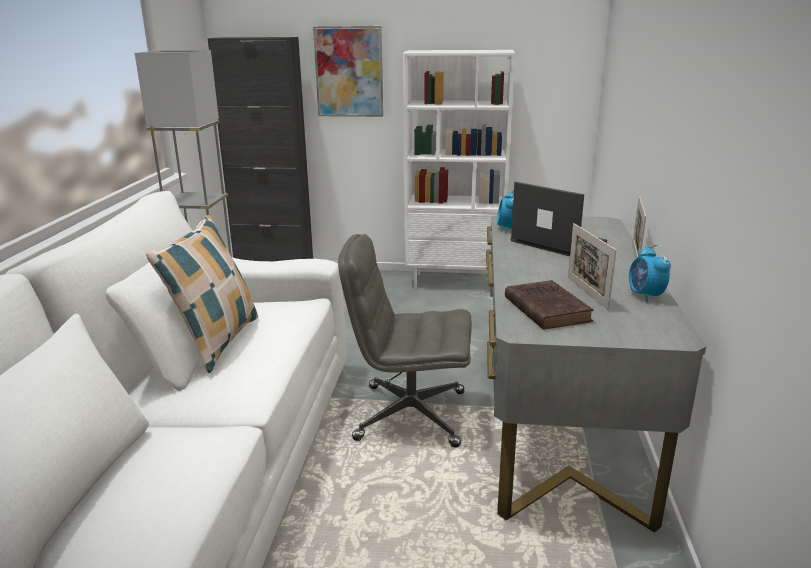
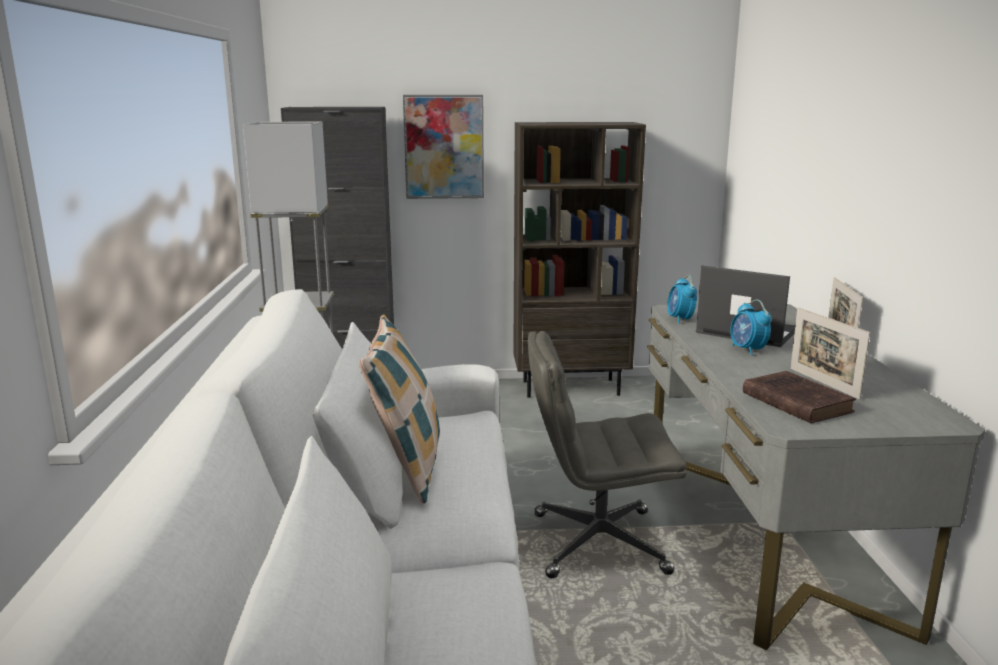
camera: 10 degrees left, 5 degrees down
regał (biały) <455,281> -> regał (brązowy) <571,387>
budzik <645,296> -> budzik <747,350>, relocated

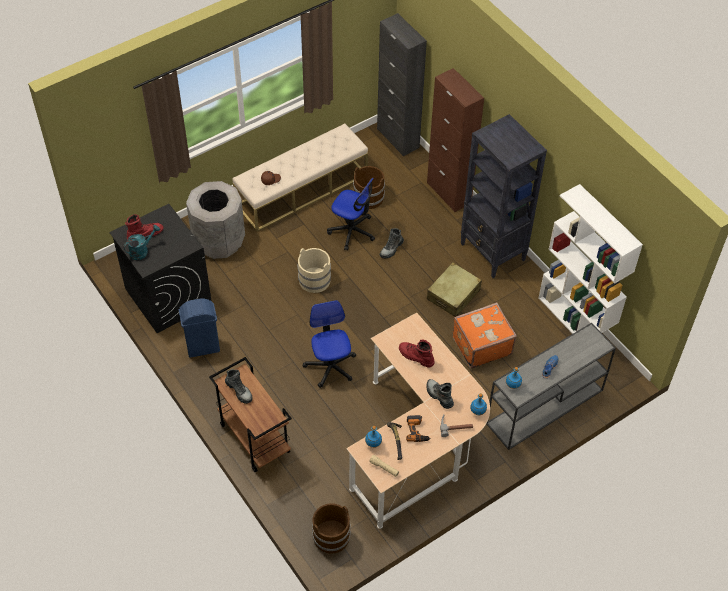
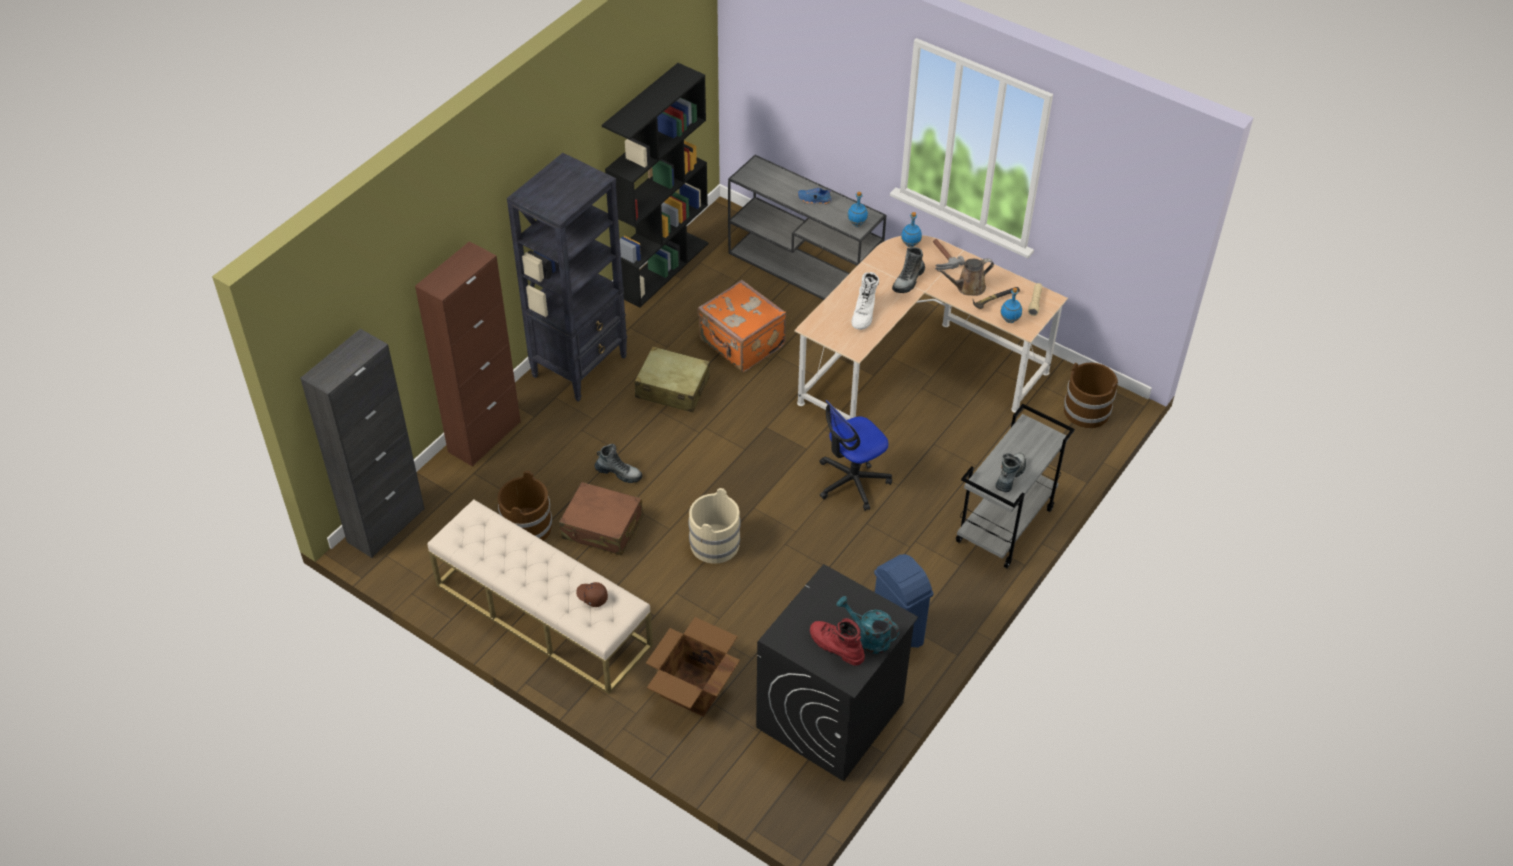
camera: 110 degrees left, 5 degrees down
kosz na śmieci (szary) <219,241> -> karton <693,689>
wózek (brązowy) <254,438> -> wózek (szary) <1005,526>
krzesło biurowe <352,231> -> walizka (brązowy) <602,527>
but z cholewką (czerwony) <415,357> -> but z cholewką (biały) <864,314>
wiertarka <417,431> -> konewka (brązowy) <968,287>
regał (biały) <575,321> -> regał (czarny) <662,268>

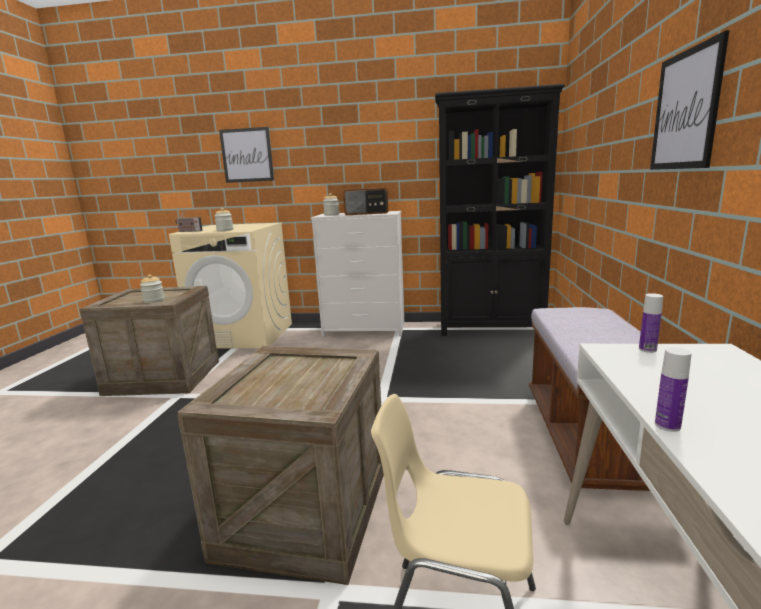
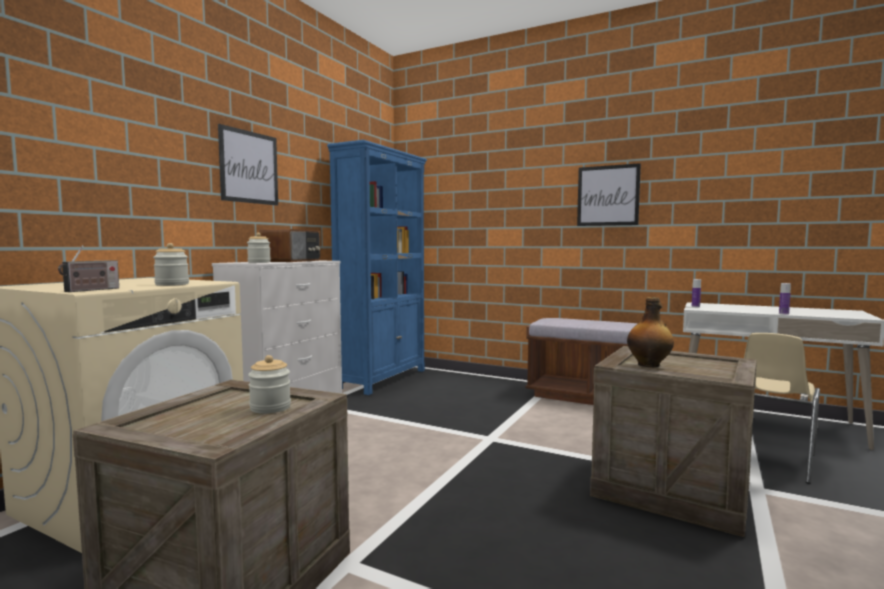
camera: 70 degrees left, 10 degrees down
obraz <247,155> -> obraz <249,167>, relocated
regał (czarny) <491,329> -> regał (niebieski) <383,379>
none -> butelka <649,365>

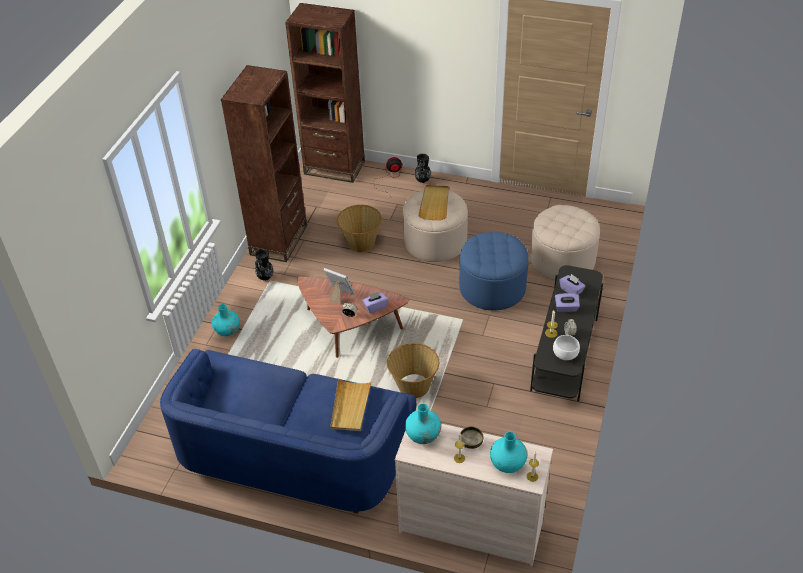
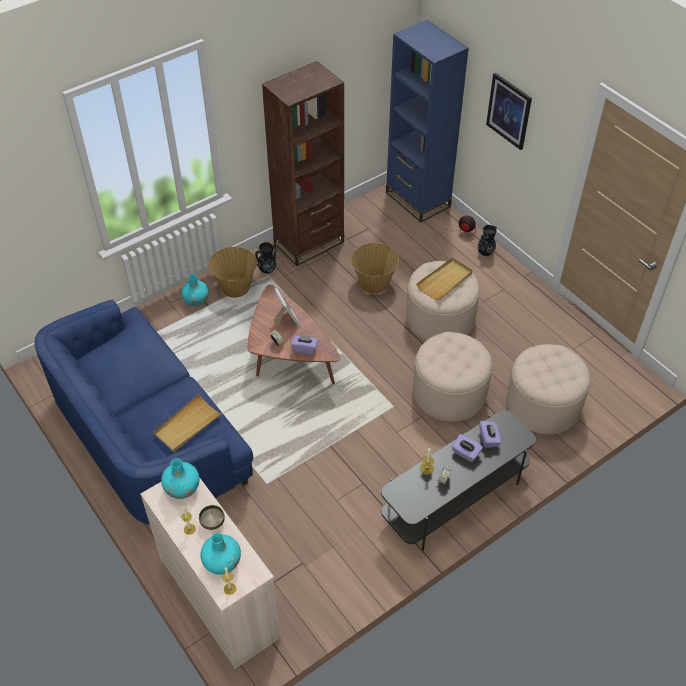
camera: 35 degrees right, 5 degrees up
regał (brązowy) <334,167> -> regał (niebieski) <417,199>
koszyk <413,386> -> koszyk <235,287>, relocated
pufa (niebieski) <492,288> -> pufa (beżowy) <449,393>
miska (biały) <565,355> -> none
none -> obraz <509,111>

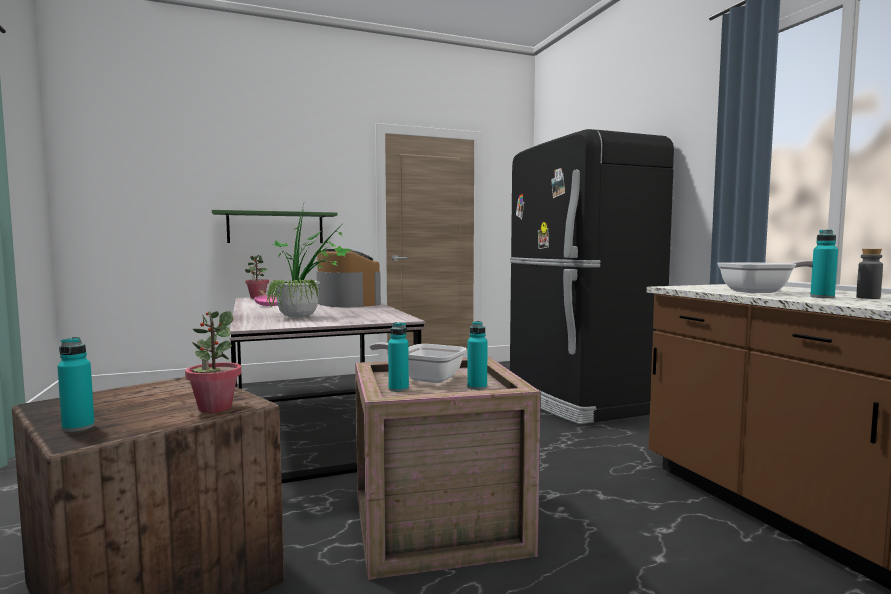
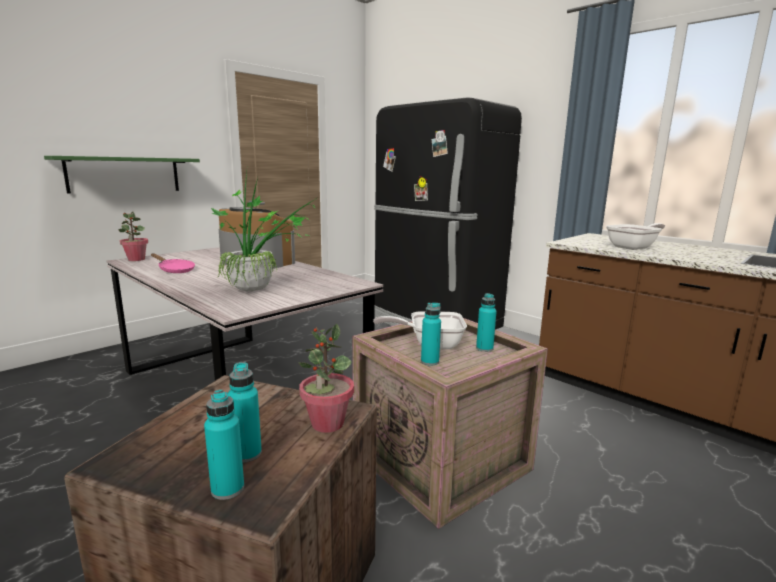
camera: 25 degrees left, 10 degrees up
butelka (turkusowy) <822,297> -> butelka (turkusowy) <247,454>, relocated
butelka (szary) <868,298> -> none

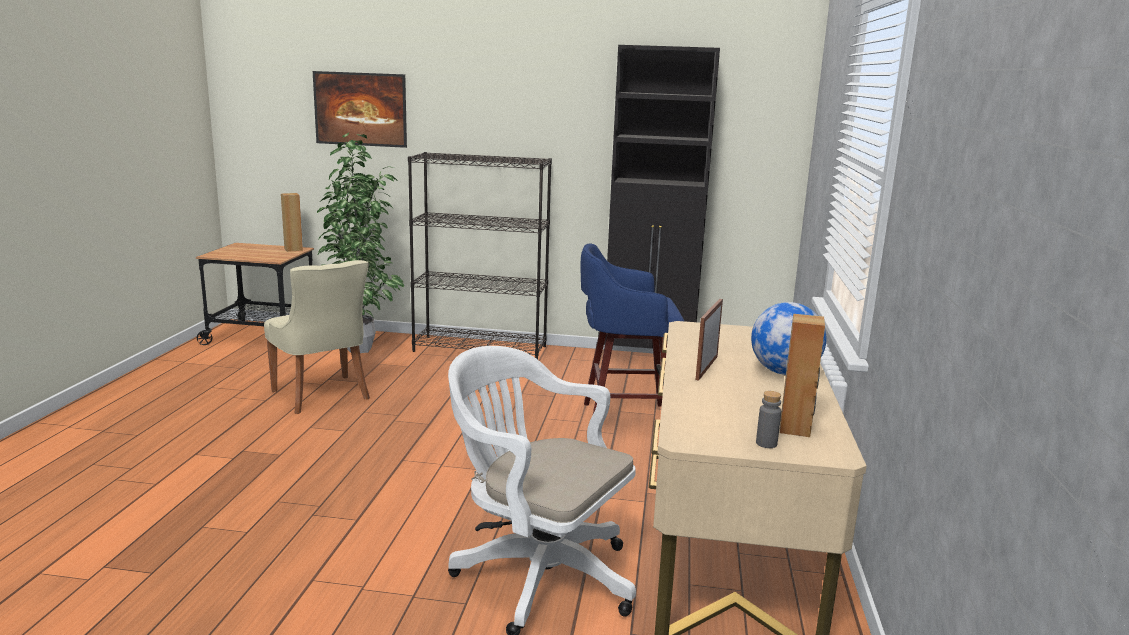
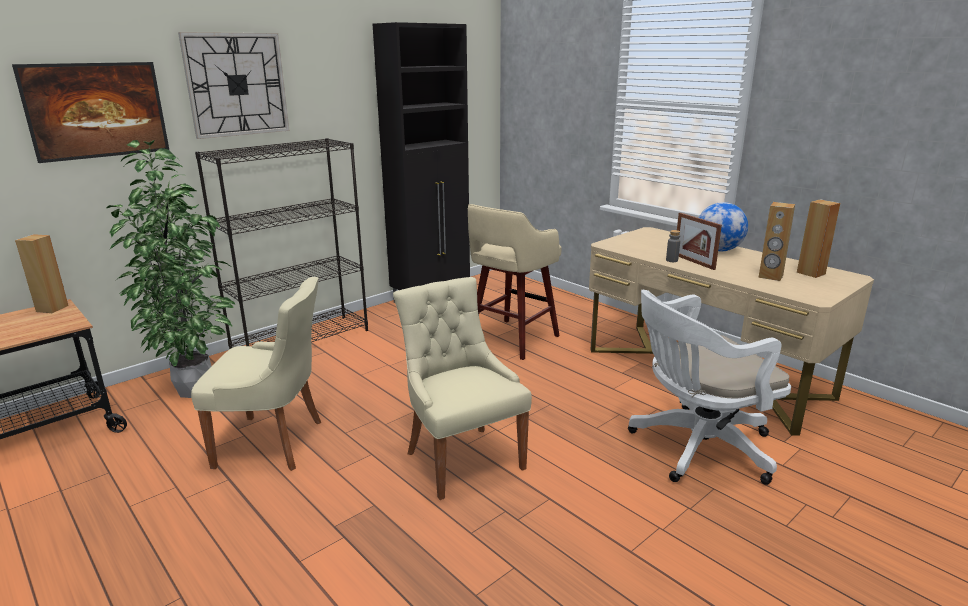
camera: 50 degrees left, 5 degrees up
stołek (niebieski) <623,420> -> stołek (beżowy) <511,340>
butelka (szary) <766,443> -> butelka (szary) <671,260>, relocated
none -> zegar ścienny <237,85>
none -> krzesło (beżowy) <462,458>
none -> głośnik (brązowy) <770,276>

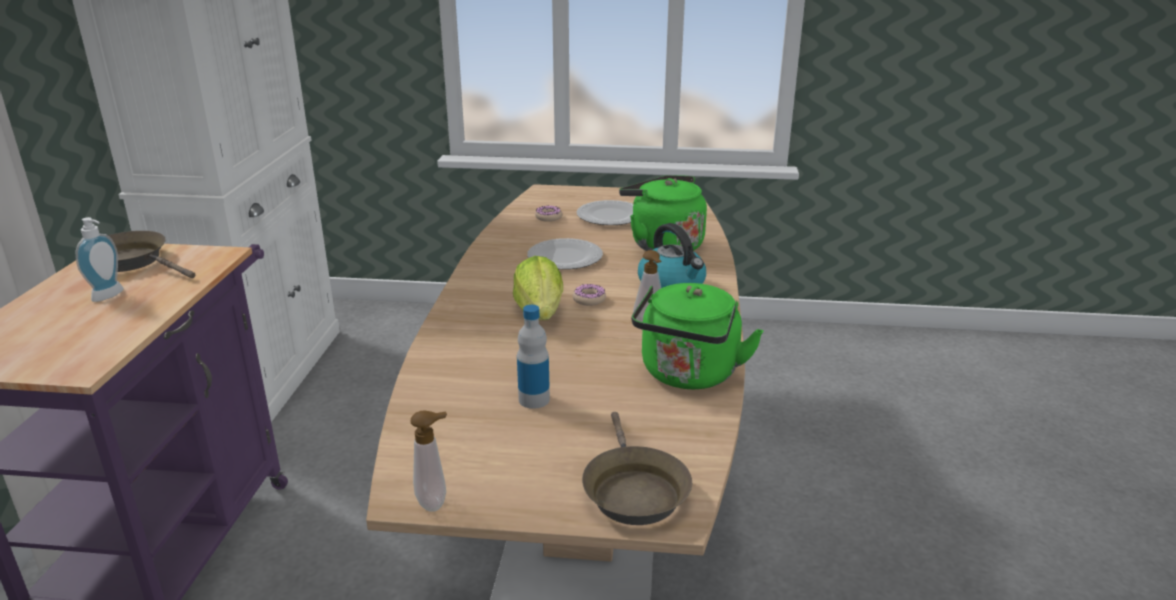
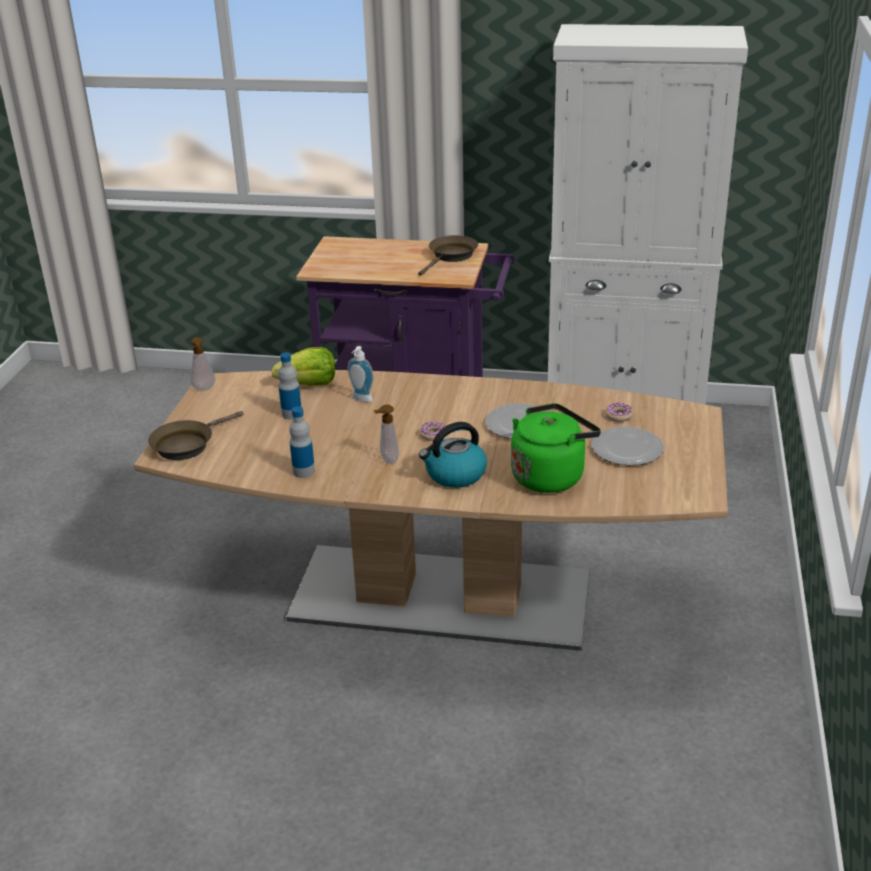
camera: 95 degrees right, 5 degrees up
dozownik mydła <110,296> -> dozownik mydła <360,399>, relocated
sałata <540,313> -> sałata <309,385>, relocated
patelnia (brązowy) <633,490> -> patelnia (brązowy) <187,445>, 45 degrees counterclockwise
czajnik (zielony) <688,375> -> butelka <303,471>

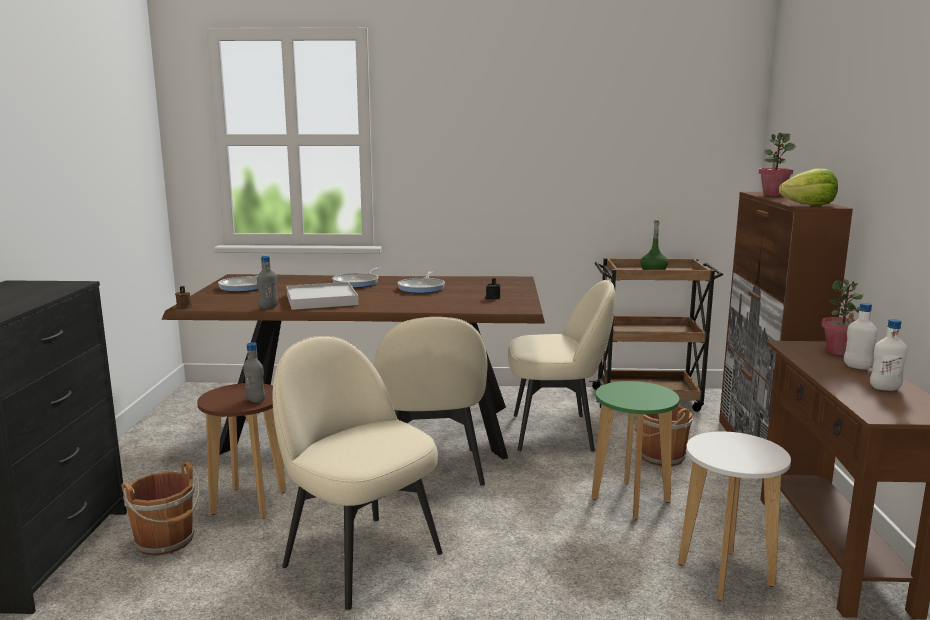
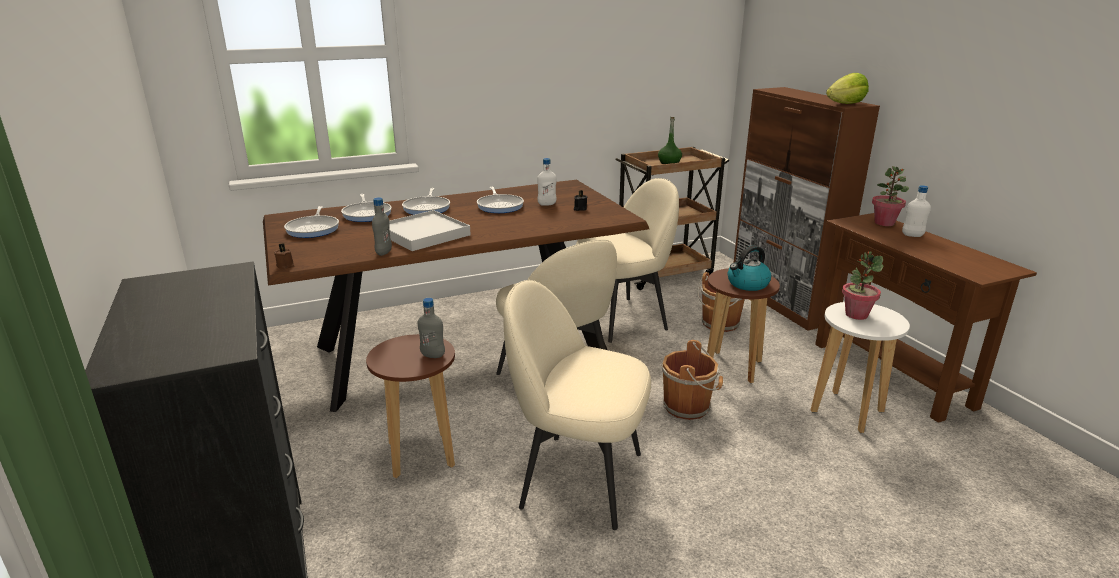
camera: 25 degrees left, 10 degrees up
wiadro (brązowy) <167,541> -> wiadro (brązowy) <689,407>, relocated
stołek (zielony) <630,500> -> stołek (brązowy) <733,367>
roślina doniczkowa <773,194> -> roślina doniczkowa <856,315>, relocated
butelka (biały) <885,388> -> butelka (biały) <547,204>, relocated
none -> patelnia <367,214>
none -> czajnik <747,284>

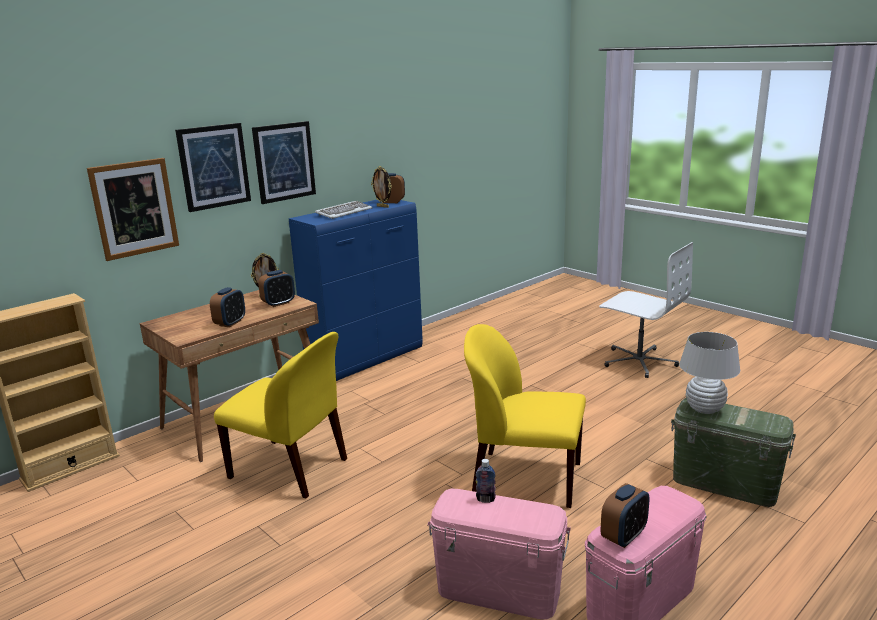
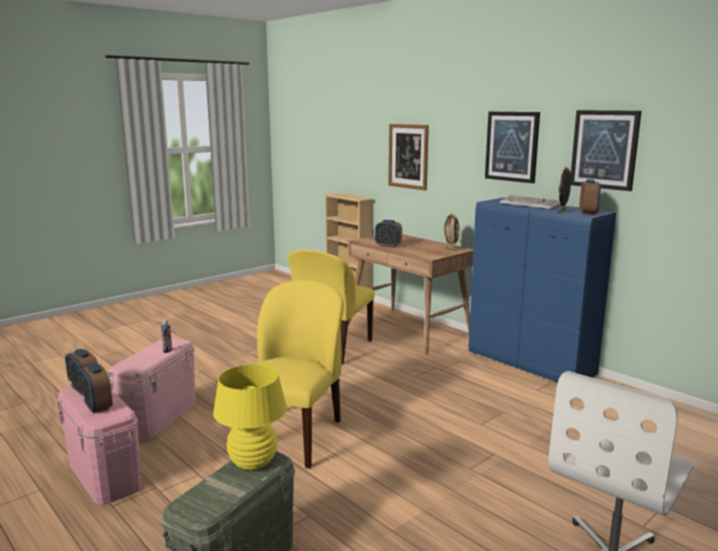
camera: 90 degrees right, 5 degrees down
obraz <214,166> -> obraz <604,149>, relocated
budzik <278,303> -> budzik <97,406>, relocated
lampa stołowa (biały) <704,409> -> lampa stołowa (żółty) <253,463>

